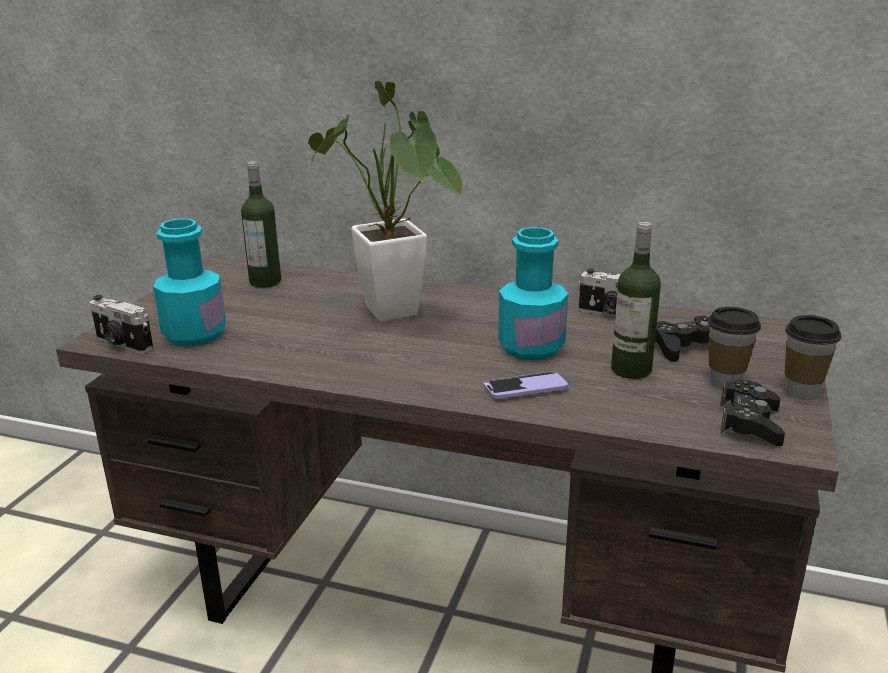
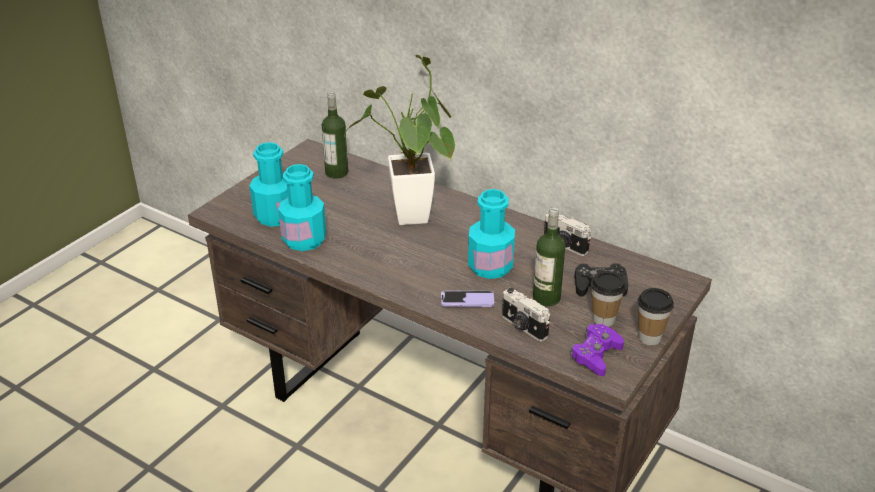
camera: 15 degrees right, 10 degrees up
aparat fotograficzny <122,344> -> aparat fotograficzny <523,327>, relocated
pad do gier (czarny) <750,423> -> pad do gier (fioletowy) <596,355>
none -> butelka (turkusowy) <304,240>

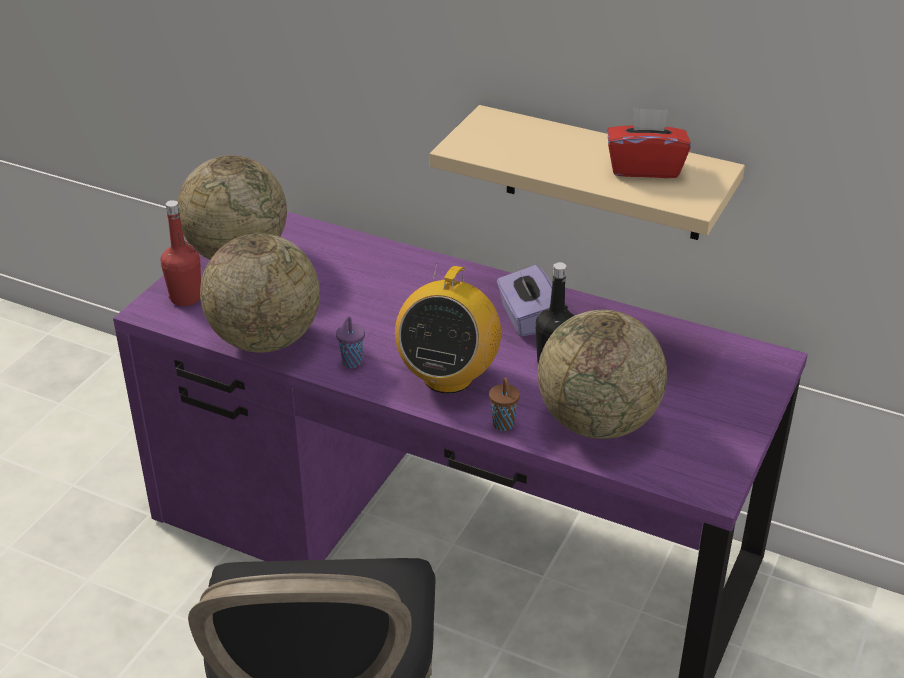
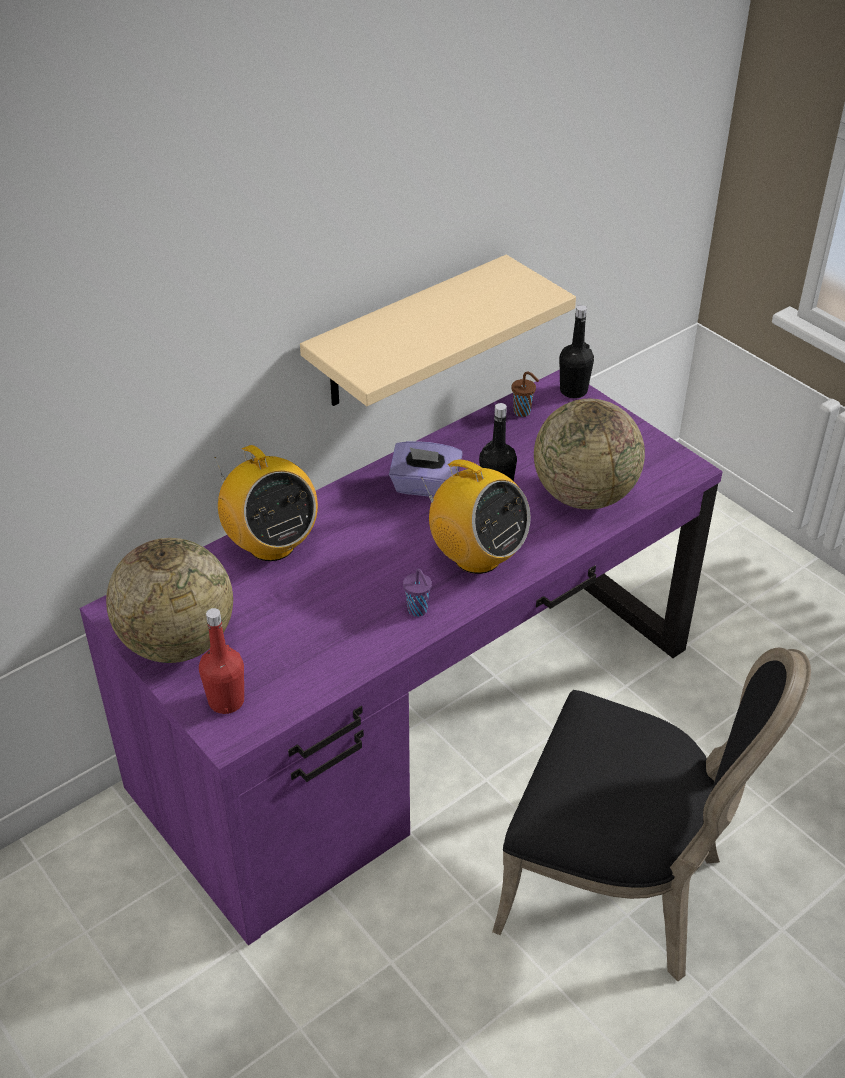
camera: 65 degrees left, 5 degrees up
globus <265,340> -> none
filiżanka (brązowy) <503,425> -> filiżanka (brązowy) <523,412>, relocated
pudełko chusteczek (czerwony) <644,168> -> none
none -> radio <271,545>
none -> butelka (czarny) <573,391>

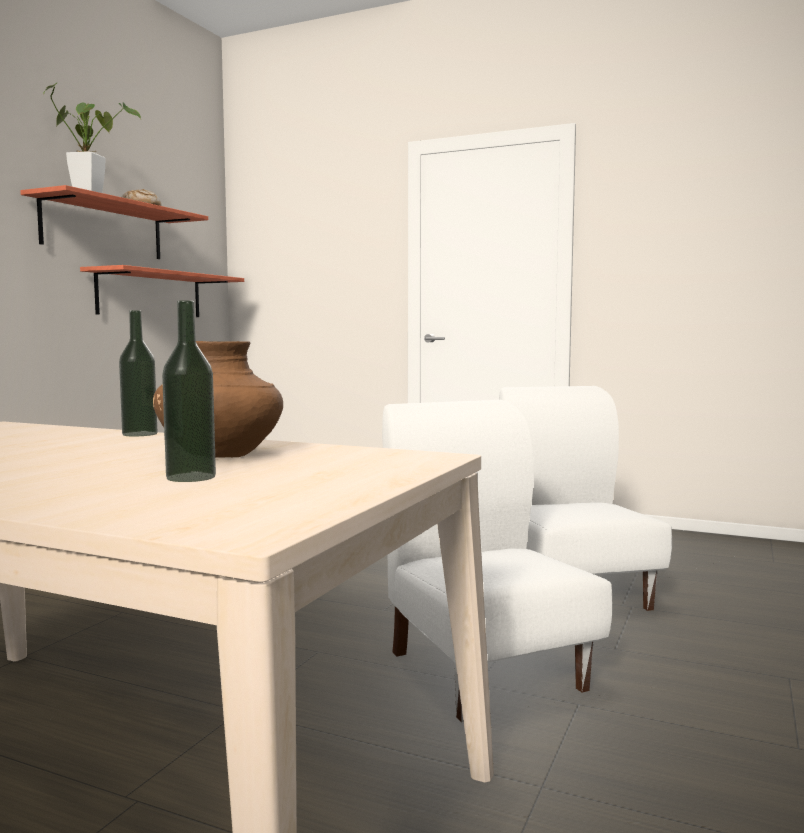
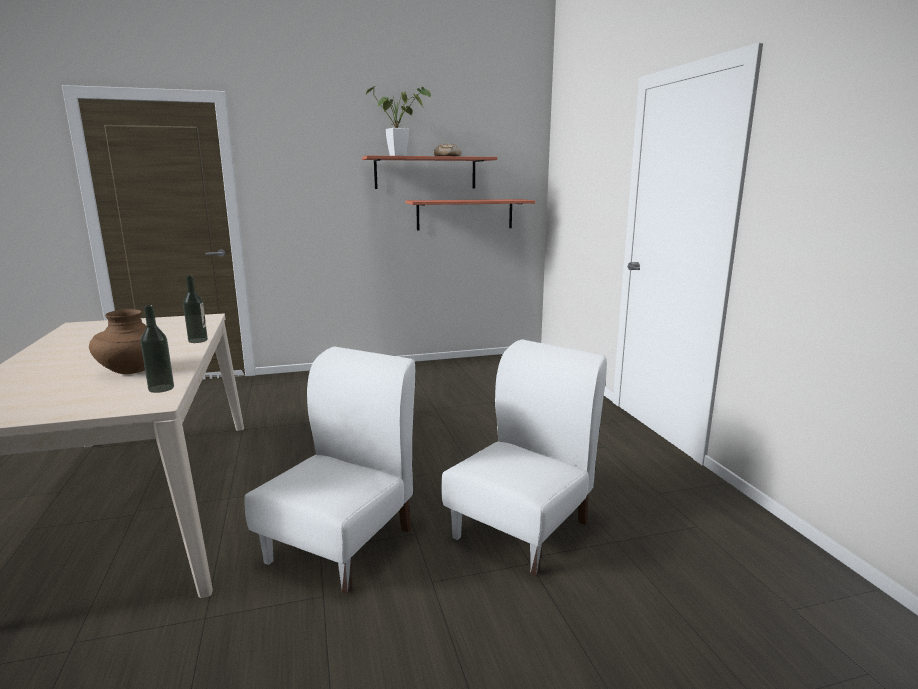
camera: 50 degrees right, 10 degrees up
butelka <191,477> -> butelka <161,388>, relocated

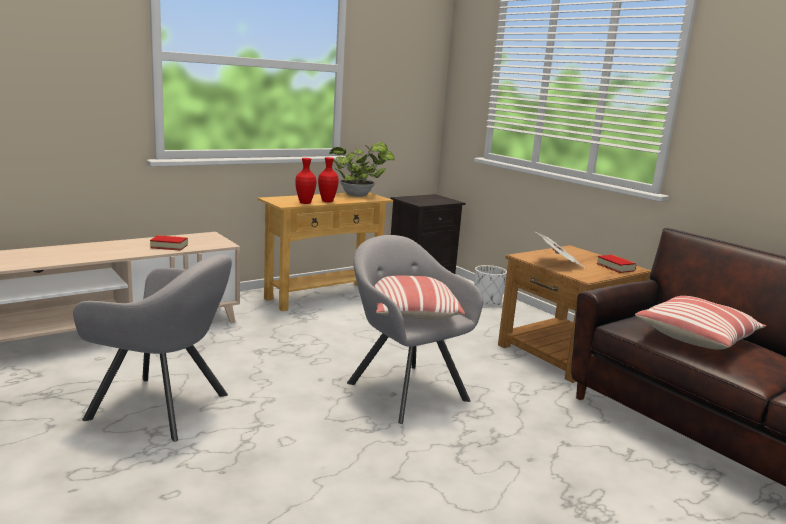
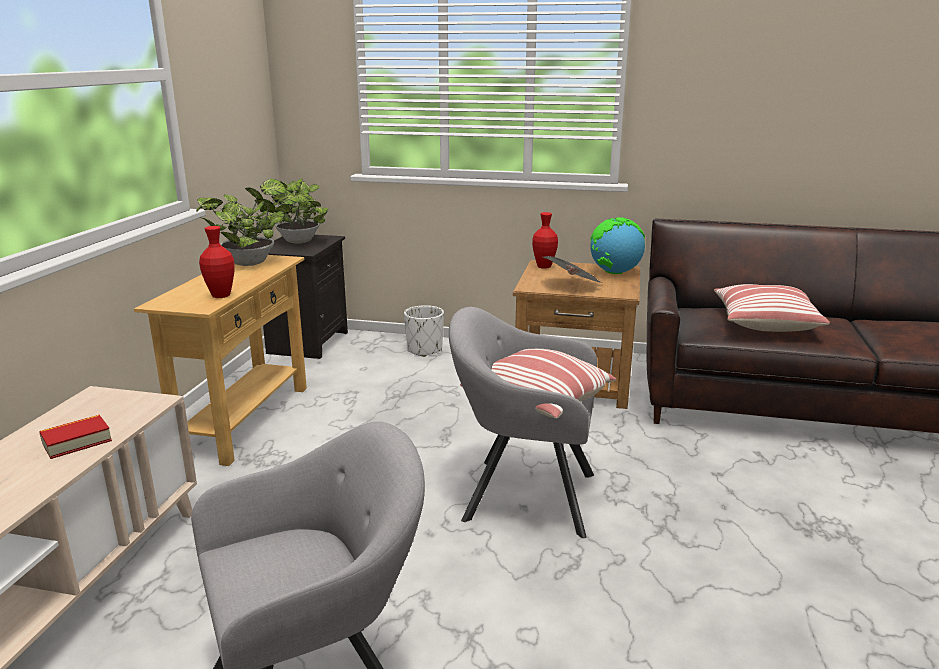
camera: 40 degrees left, 5 degrees up
wazon (czerwony) <327,201> -> wazon (czerwony) <544,267>, relocated
książka <615,267> -> globus <614,273>
none -> roślina doniczkowa <299,242>

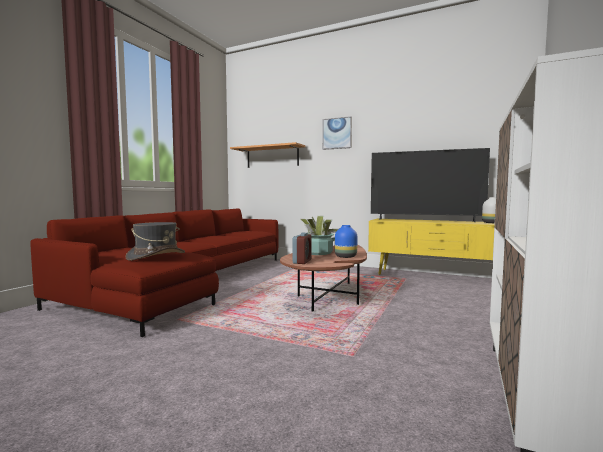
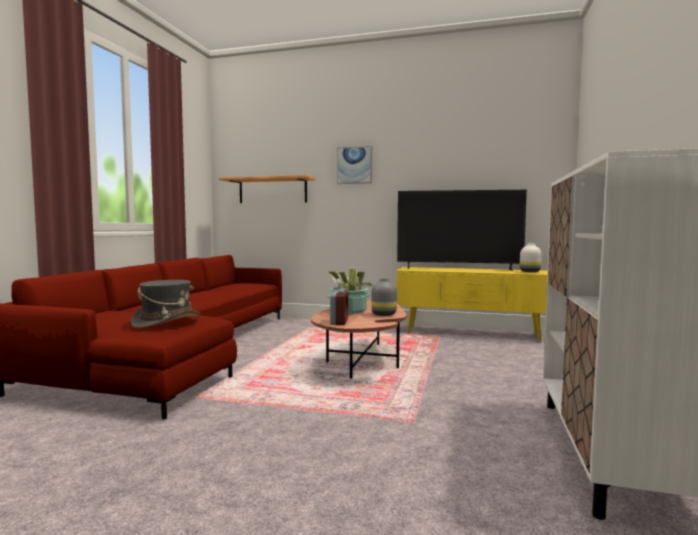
camera: 10 degrees left, 0 degrees up
wazon (niebieski) <346,256> -> wazon (szary) <384,314>

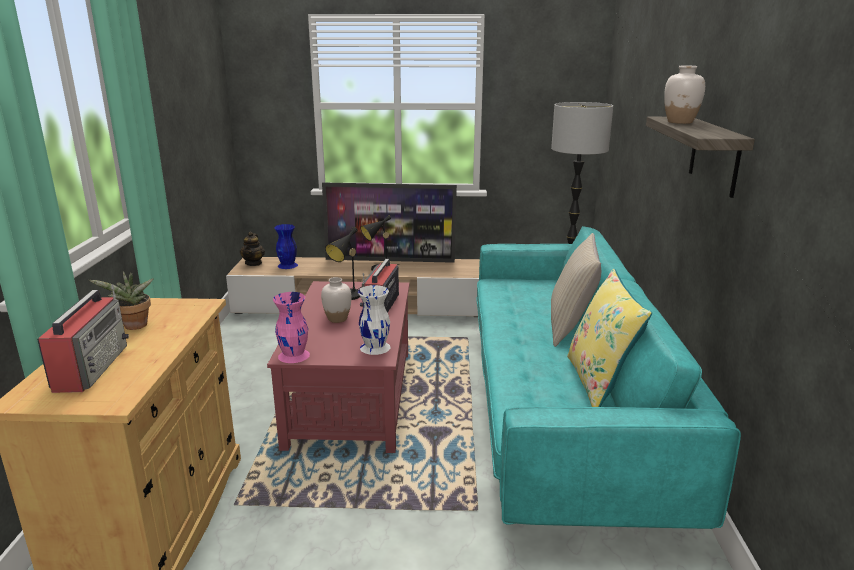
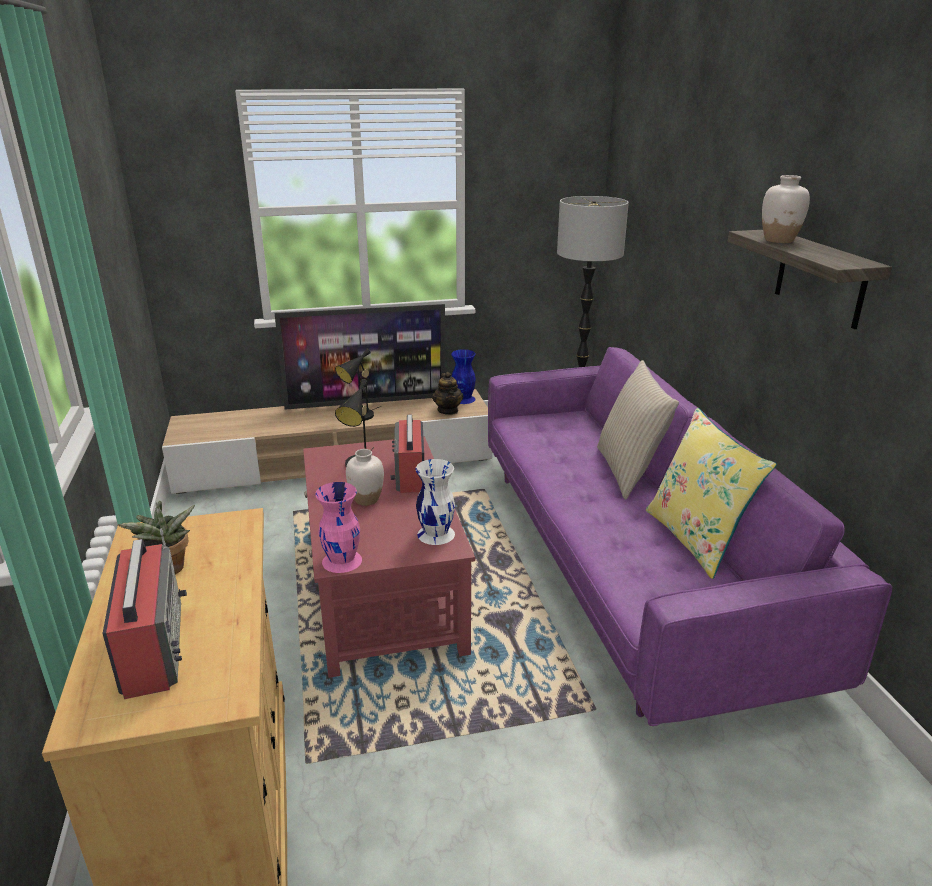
camera: 15 degrees left, 5 degrees up
imbryk <253,263> -> imbryk <448,410>, relocated
wazon (niebieski) <287,265> -> wazon (niebieski) <463,399>, relocated
kanapa (turkusowy) <560,407> -> kanapa (fioletowy) <626,563>

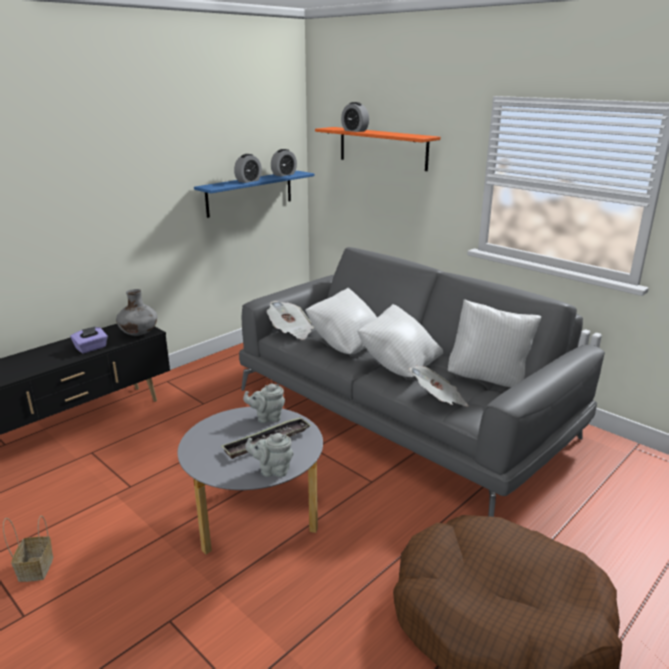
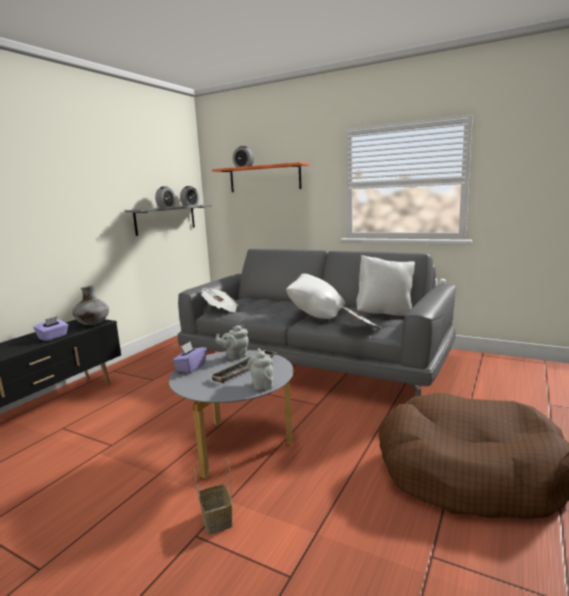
camera: 15 degrees left, 10 degrees down
koszyk <35,567> -> koszyk <216,519>, relocated
półka (niebieski) <250,193> -> półka (szary) <166,219>
imbryk (szary) <272,470> -> imbryk (szary) <262,384>, 90 degrees clockwise
poduszka (biały) <347,344> -> none
none -> pudełko chusteczek (fioletowy) <191,367>

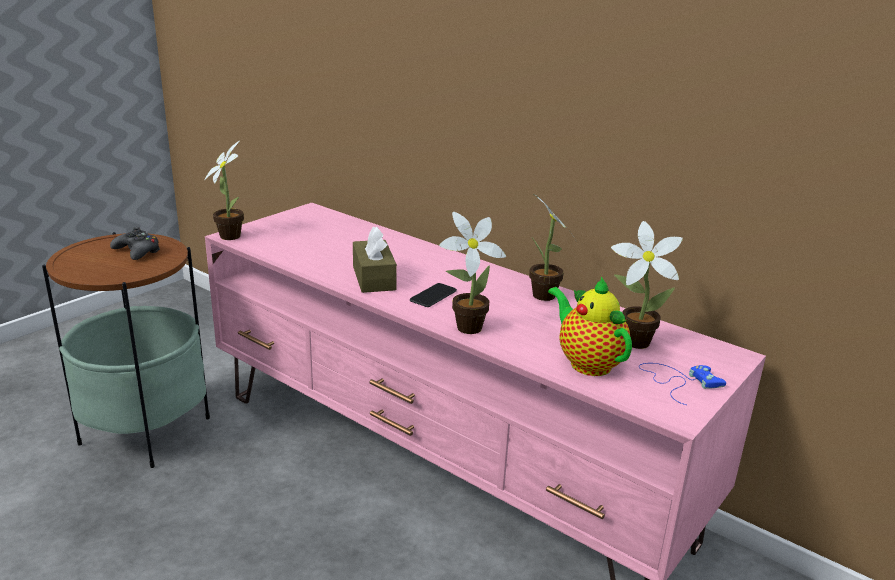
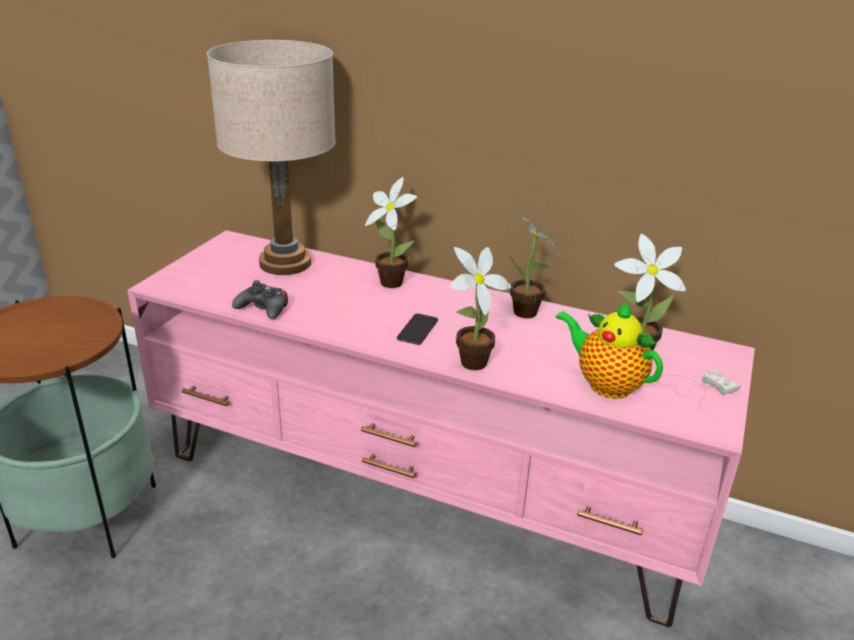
camera: 15 degrees left, 5 degrees up
pad do gier (czarny) <137,251> -> pad do gier (czarny) <263,308>, relocated
roślina doniczkowa <230,235> -> roślina doniczkowa <390,281>, relocated
pudełko chusteczek (brązowy) <374,278> -> none
pad do gier (niebieski) <678,381> -> pad do gier (biały) <696,390>
none -> lampa stołowa (beżowy) <285,263>

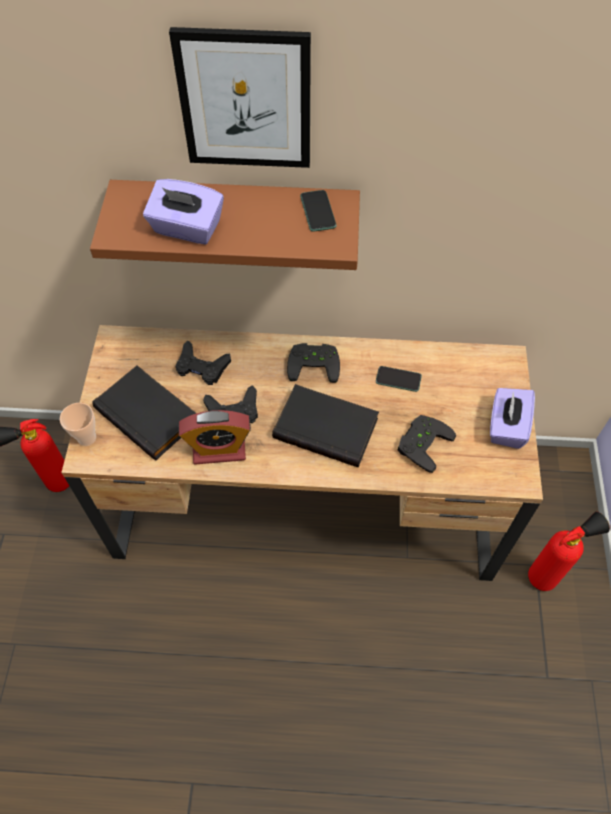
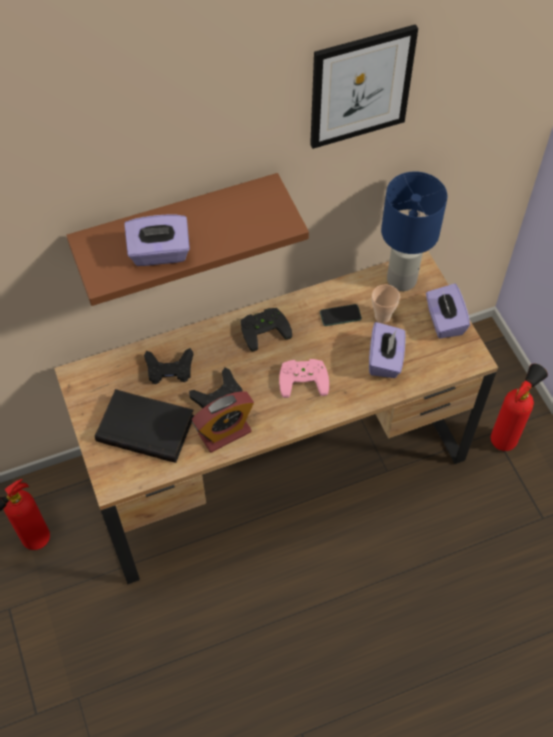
camera: 25 degrees left, 0 degrees up
filiżanka <87,438> -> filiżanka <382,316>, relocated
obraz <245,100> -> obraz <360,87>, relocated
książka (czarny) <327,427> -> pad do gier (różowy) <303,378>
telefon <318,211> -> none
pad do gier (czarny) <421,442> -> pudełko chusteczek (fioletowy) <385,360>
none -> lampa stołowa (niebieski) <400,279>

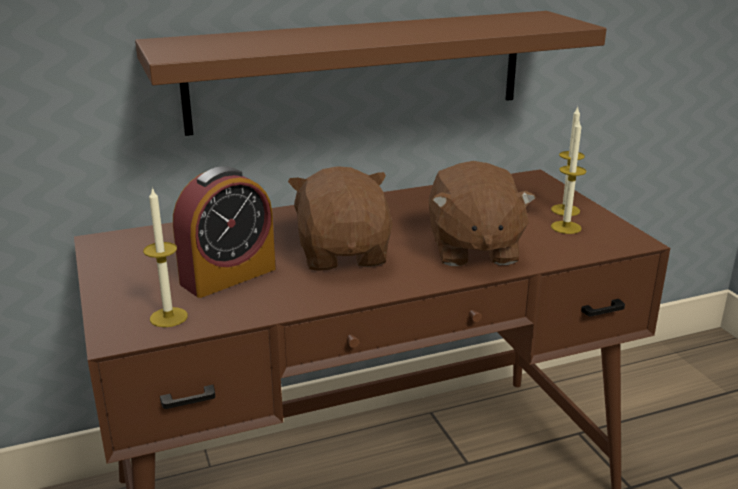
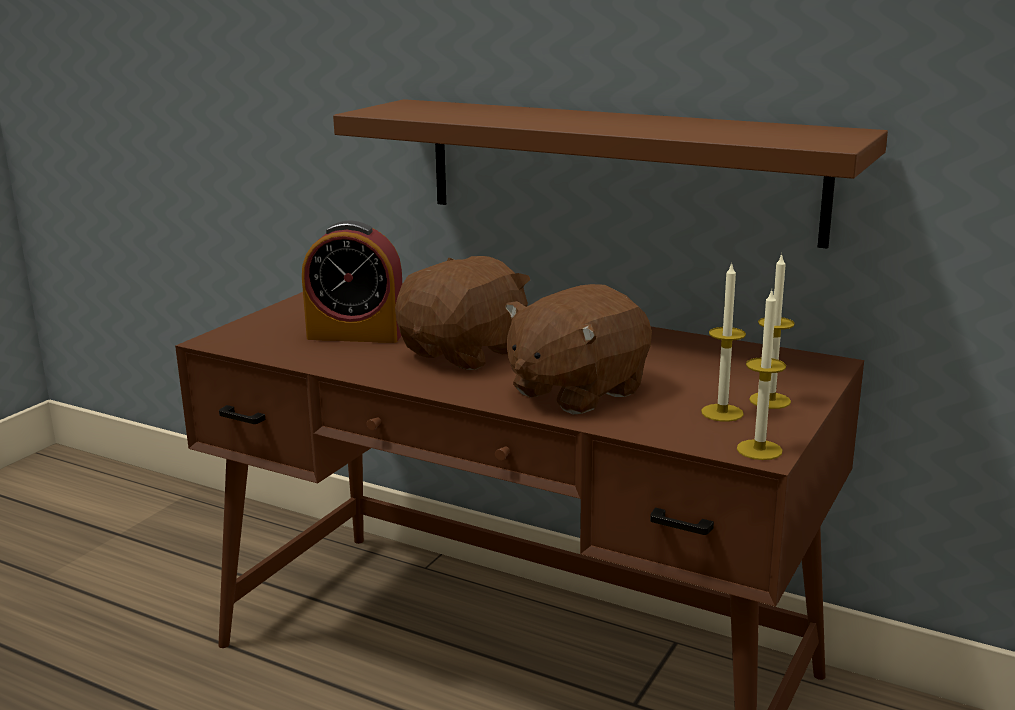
camera: 50 degrees right, 5 degrees down
świeca <168,317> -> świeca <759,450>, relocated

